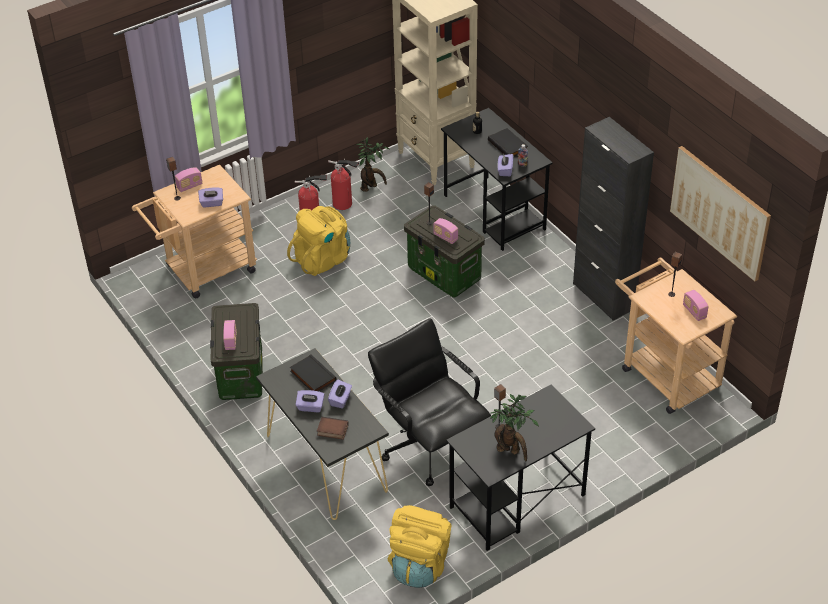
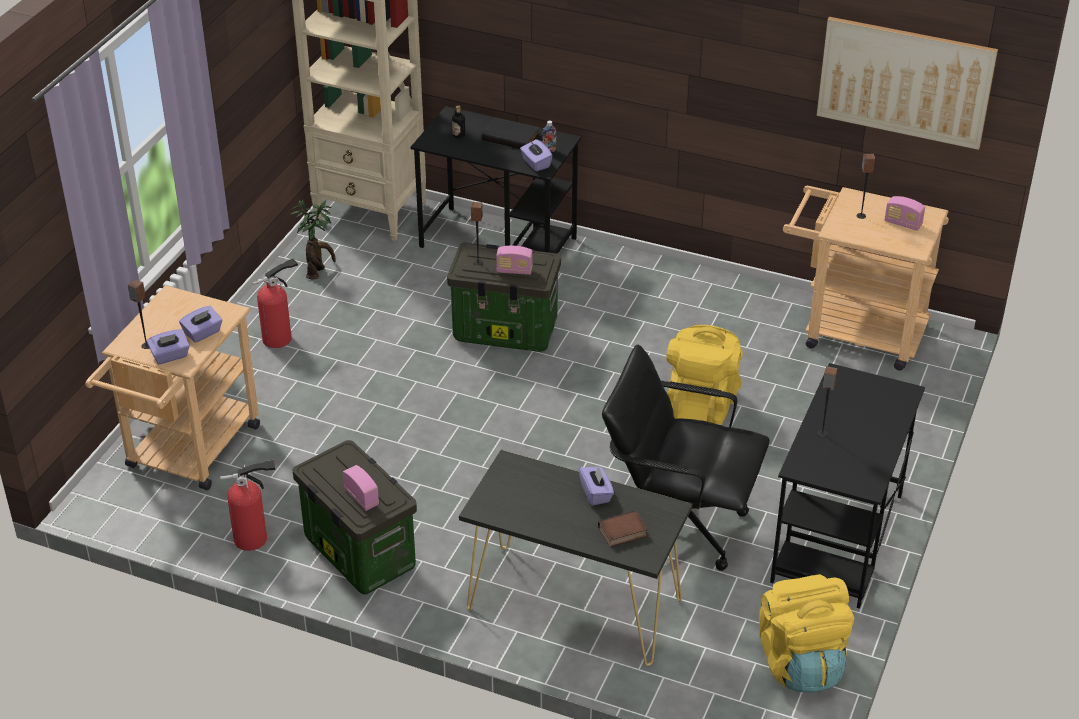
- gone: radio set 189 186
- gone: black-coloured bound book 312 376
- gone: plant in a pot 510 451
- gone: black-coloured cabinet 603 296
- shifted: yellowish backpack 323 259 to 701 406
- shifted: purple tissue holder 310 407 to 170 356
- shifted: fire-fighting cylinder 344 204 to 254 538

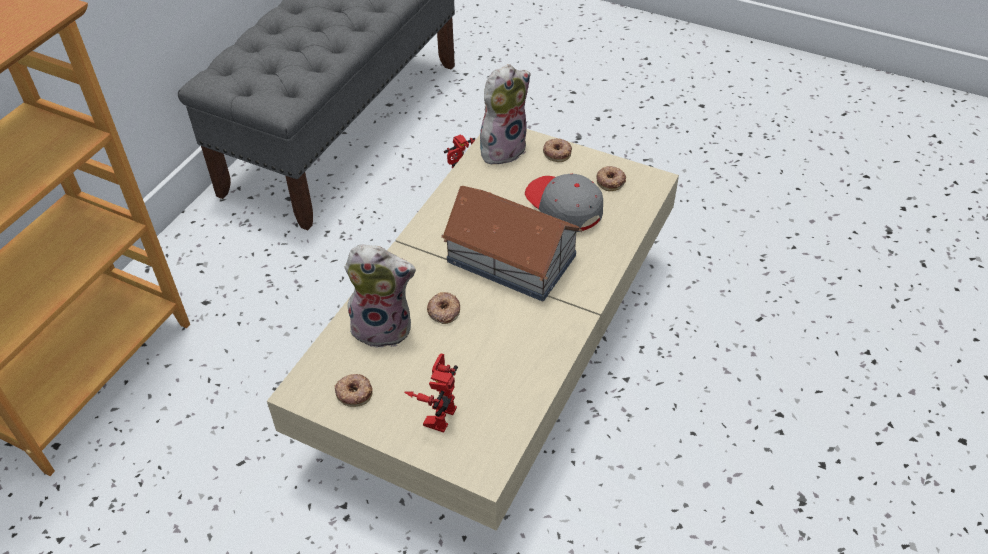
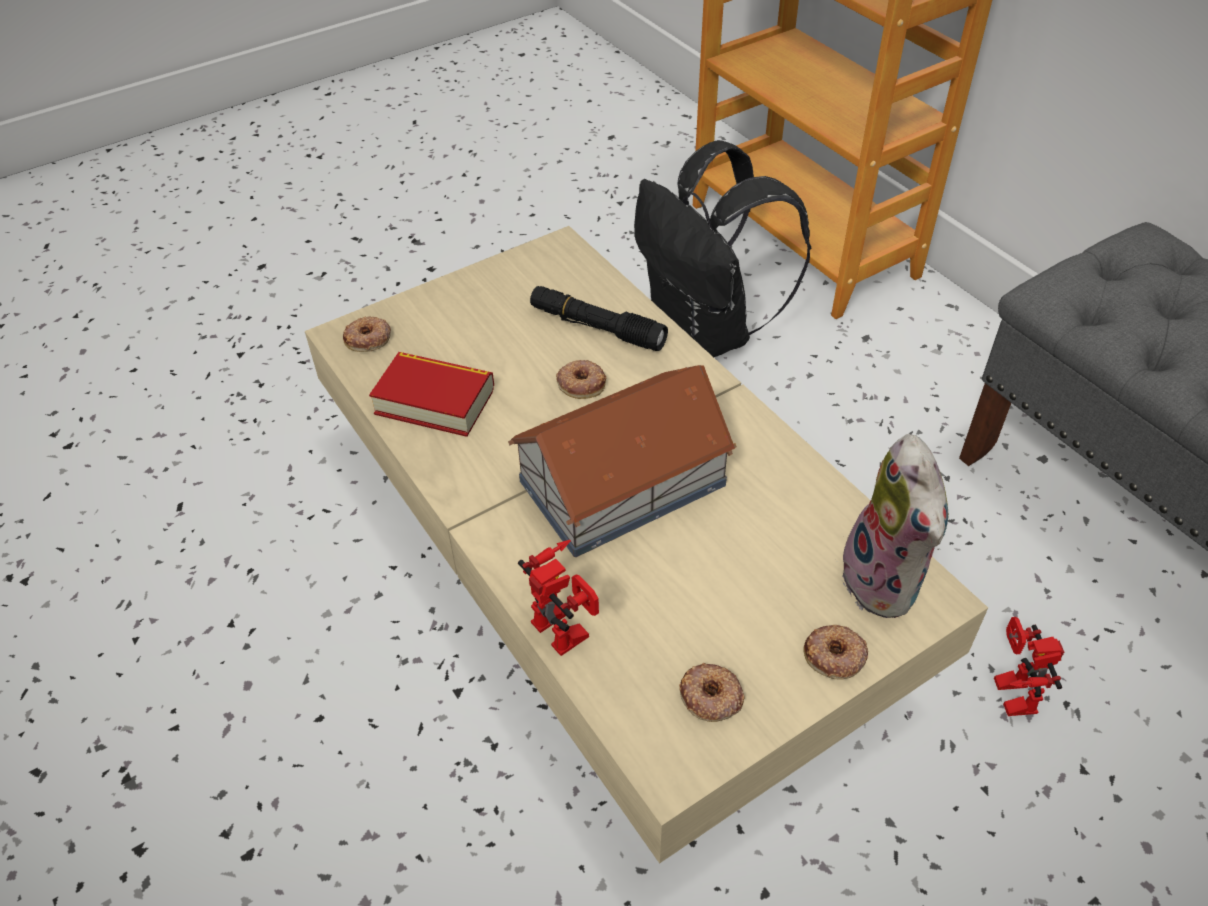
- gone: gray cap 563 206
- new: bound book 435 401
- new: black-coloured backpack 706 334
- shifted: ring doughnut 354 392 to 368 339
- shifted: robot figure 436 412 to 568 628
- swapped: cuddly toy 384 327 to black-coloured torch 597 327

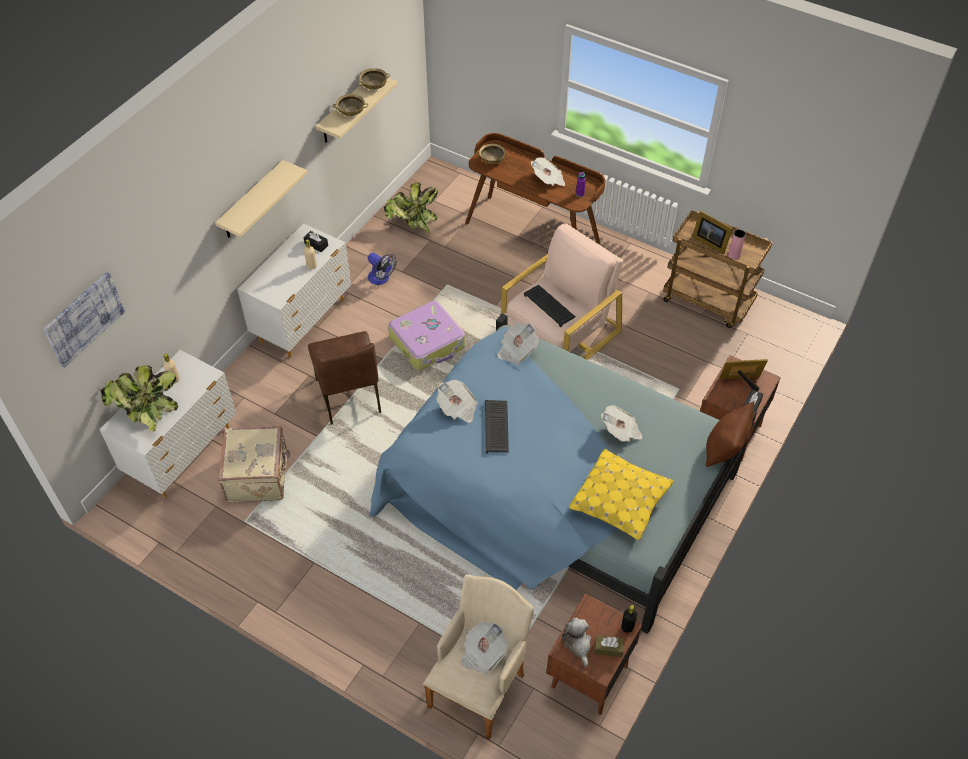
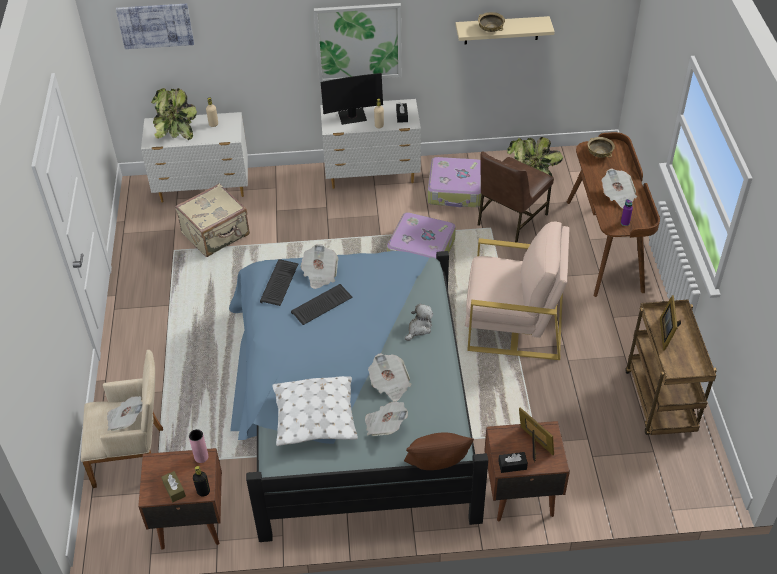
- gone: sand-coloured deep dish 374 86
- new: monitor 352 117
- shifted: brown-coloured upright chair 349 396 to 510 219
- shifted: daily paper 516 350 to 385 425
- shifted: keyboard 550 306 to 280 284
- shifted: cuddly toy 578 644 to 419 328
- shifted: pink-coloured decorative vase 733 256 to 201 457
- swapped: sand-coloured bracket shelf 252 201 to picture 358 42
- swapped: fan 381 279 to travel case 456 190
- repainted: yellowish pillow 620 500 to white pillow 315 419

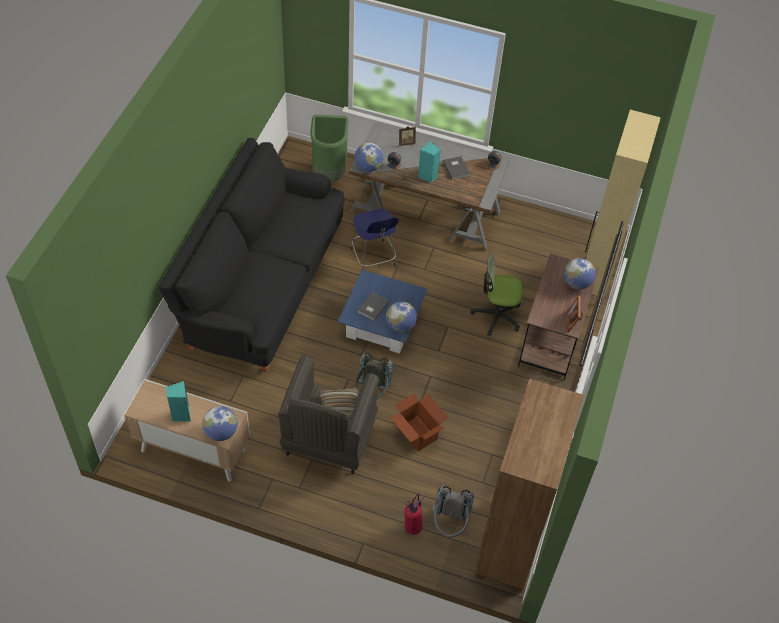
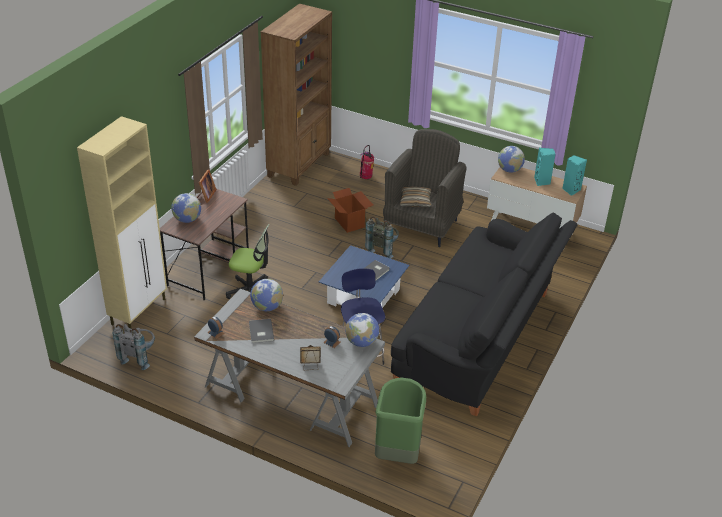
- shifted: desk globe 400 326 to 267 307
- shifted: blue-green loudspeaker 428 176 to 571 190
- shifted: gray backpack 449 525 to 139 357

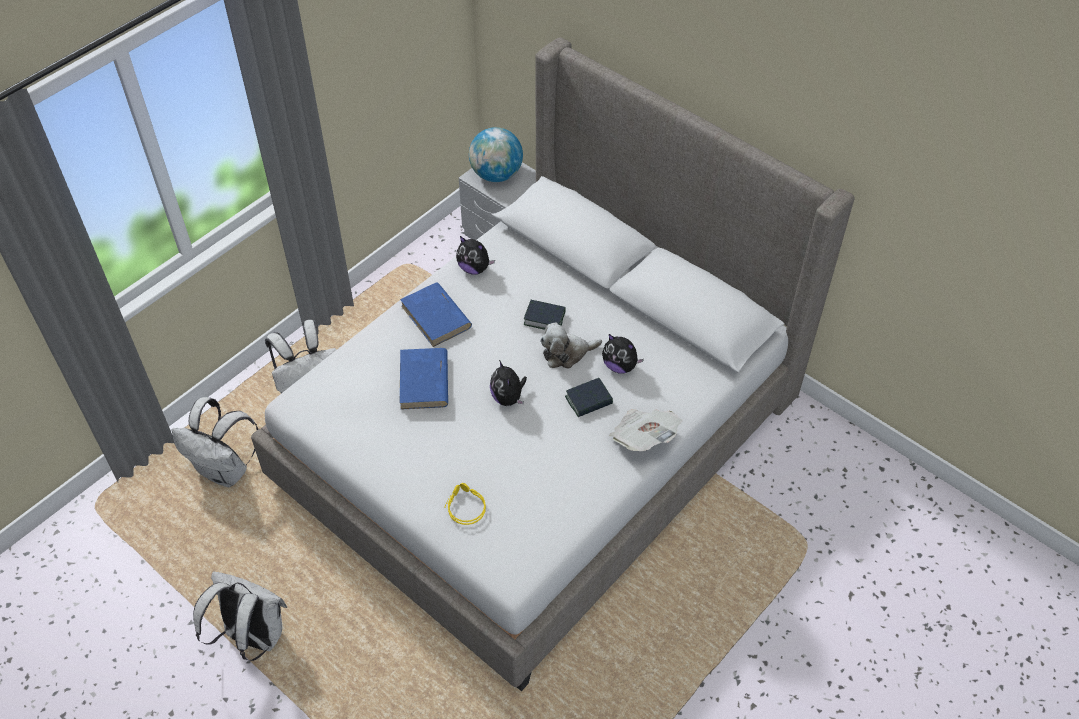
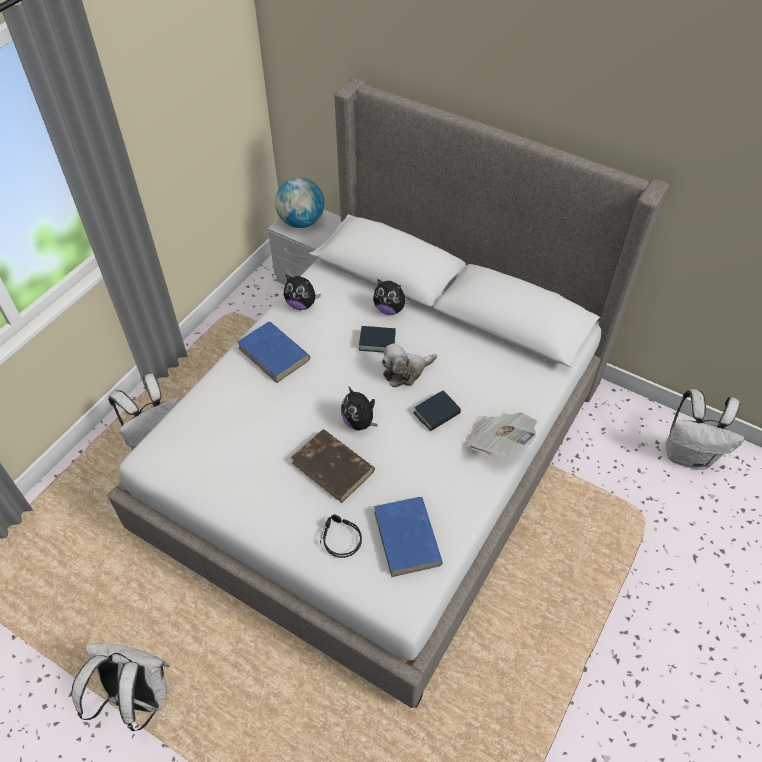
- new: brown-coloured bound book 333 467
- shifted: white backpack 225 470 to 688 455
- shifted: blue-coloured bound book 424 382 to 407 539
- shifted: cuddly toy 620 366 to 389 309
- repainted: yellowish headset 464 506 to black-coloured headset 339 538

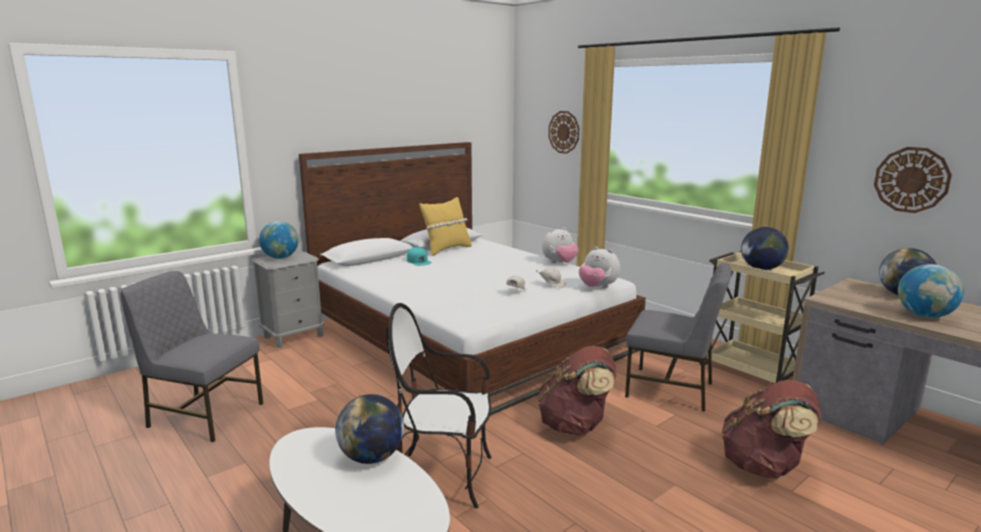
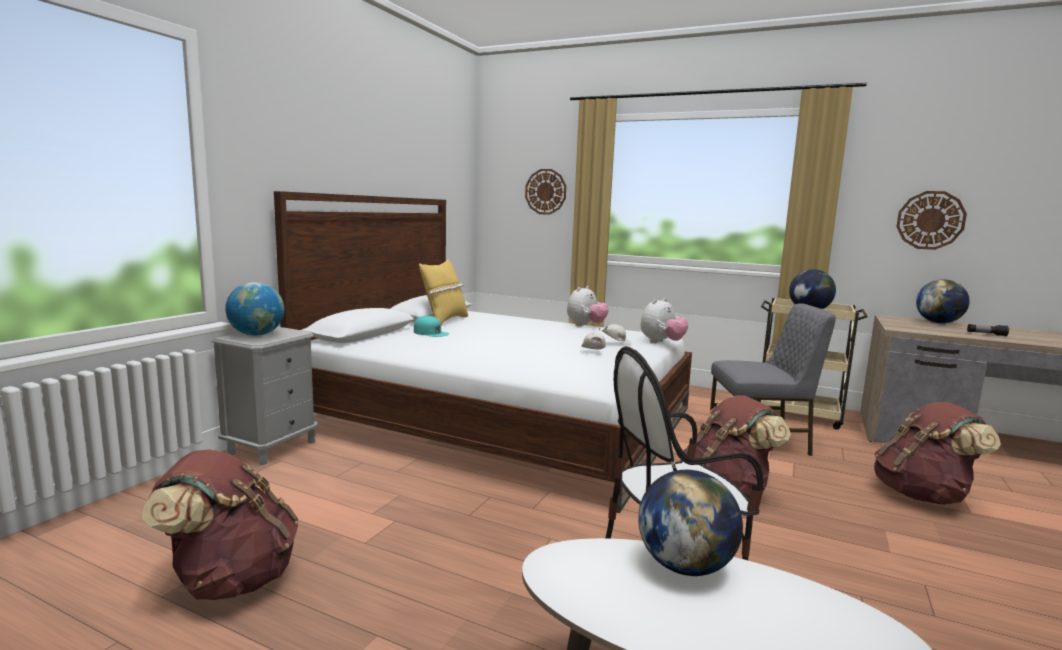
- swapped: gray upright chair 204 415 to brown-coloured backpack 231 580
- swapped: desk globe 924 316 to torch 986 334
- rotated: cuddly toy 597 287 = 661 342 60 degrees counterclockwise

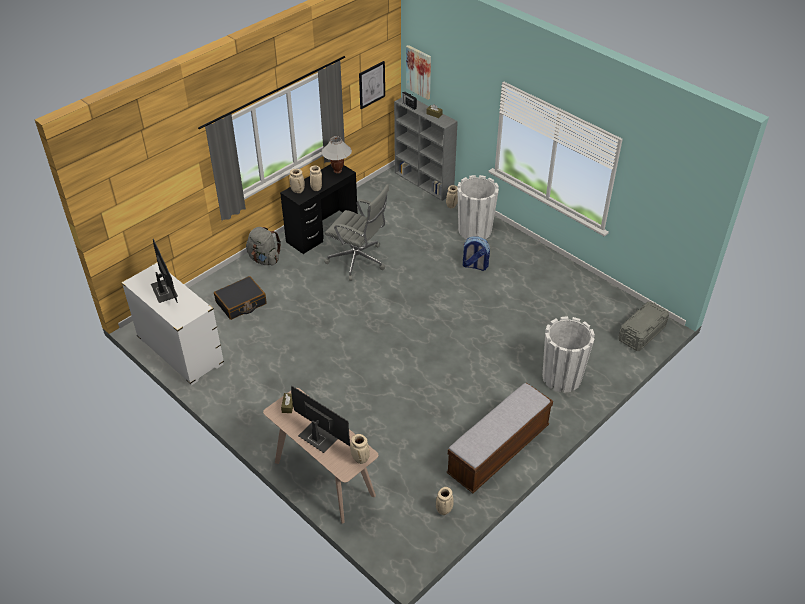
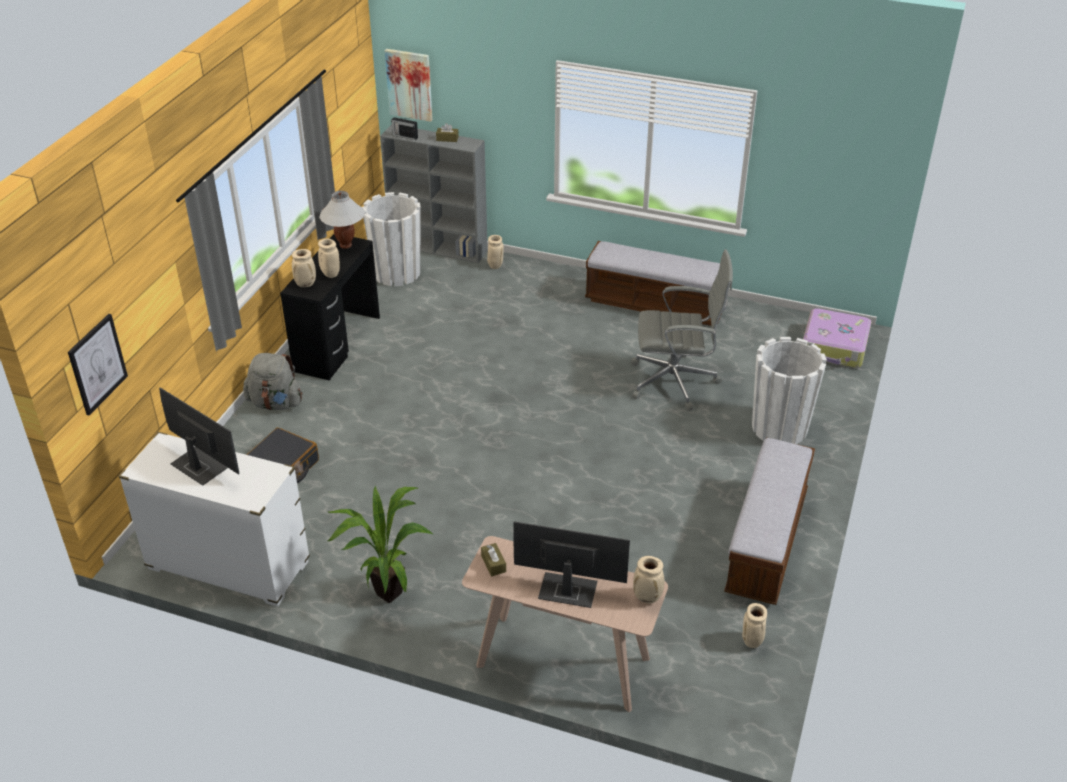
- gone: backpack 474 266
- new: plant in a pot 385 591
- new: bench 655 304
- shifted: gray desk chair 358 261 to 676 382
- shifted: picture 371 84 to 97 364
- shifted: white plant pot 475 230 to 396 273
- swapped: gray storage container 641 333 to travel case 834 347

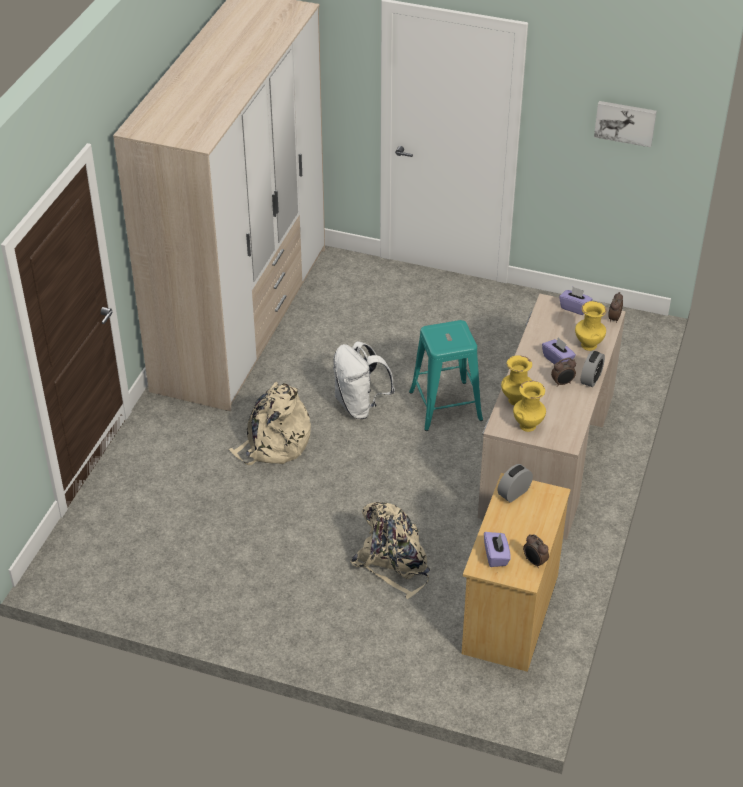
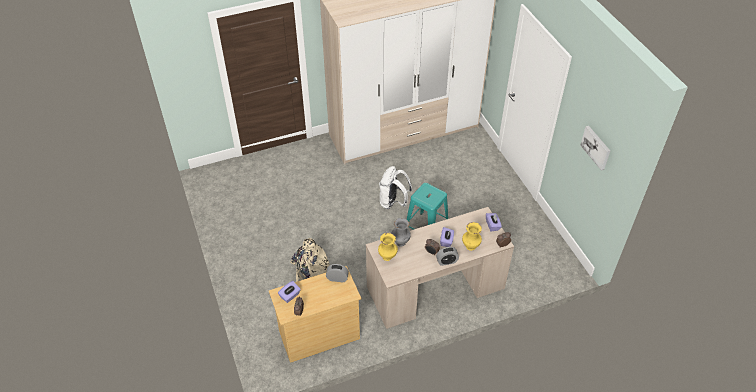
- gone: sand-coloured backpack 274 444
- repainted: yellowish decorative vase 515 400 to gray decorative vase 400 242

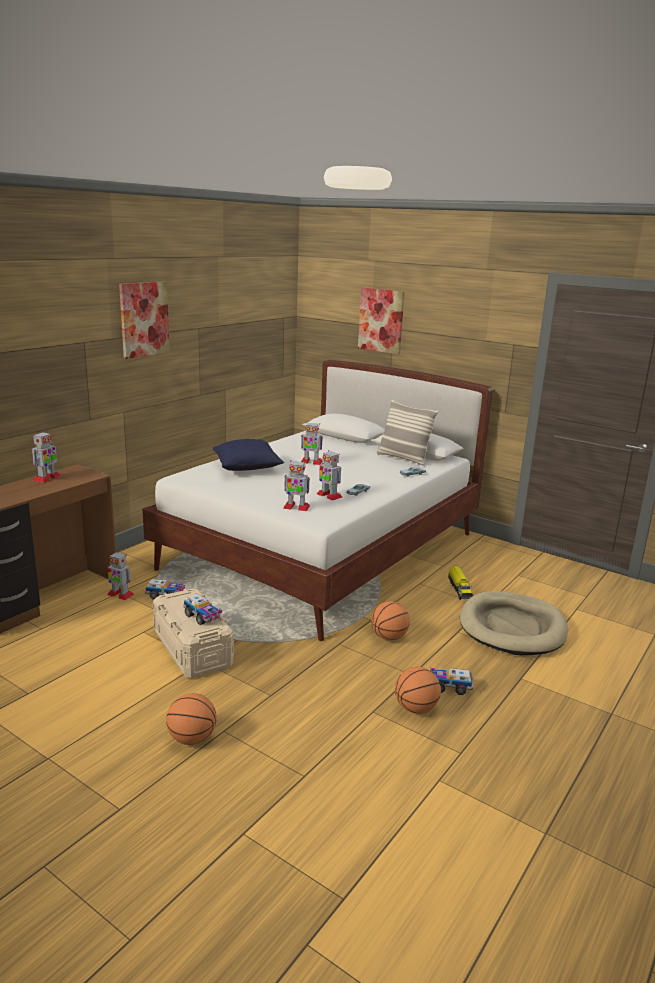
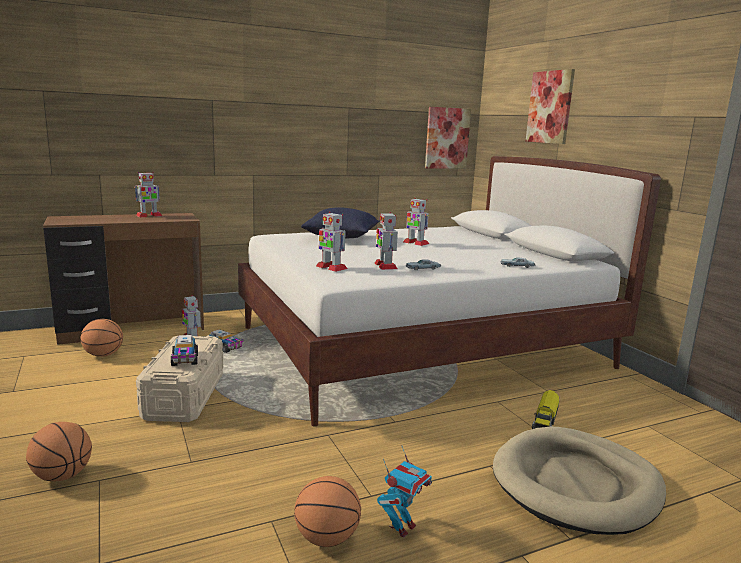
- gone: pillow 403 458
- shifted: picture 144 319 to 447 138
- shifted: basketball 389 637 to 103 355
- swapped: toy truck 448 686 to robot figure 402 527

